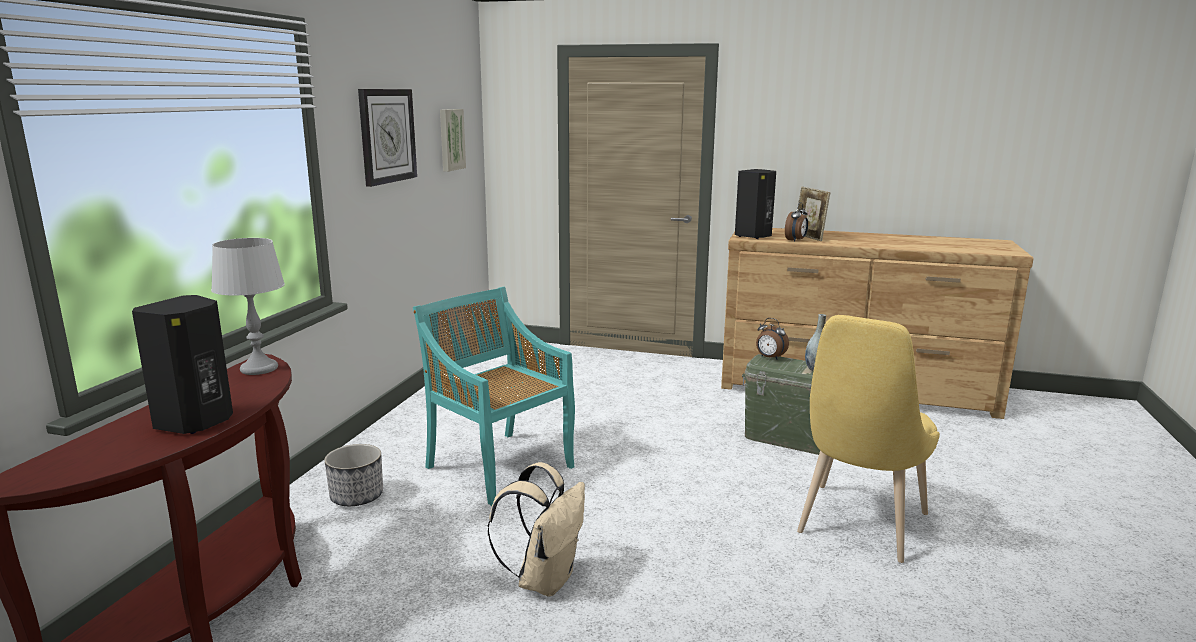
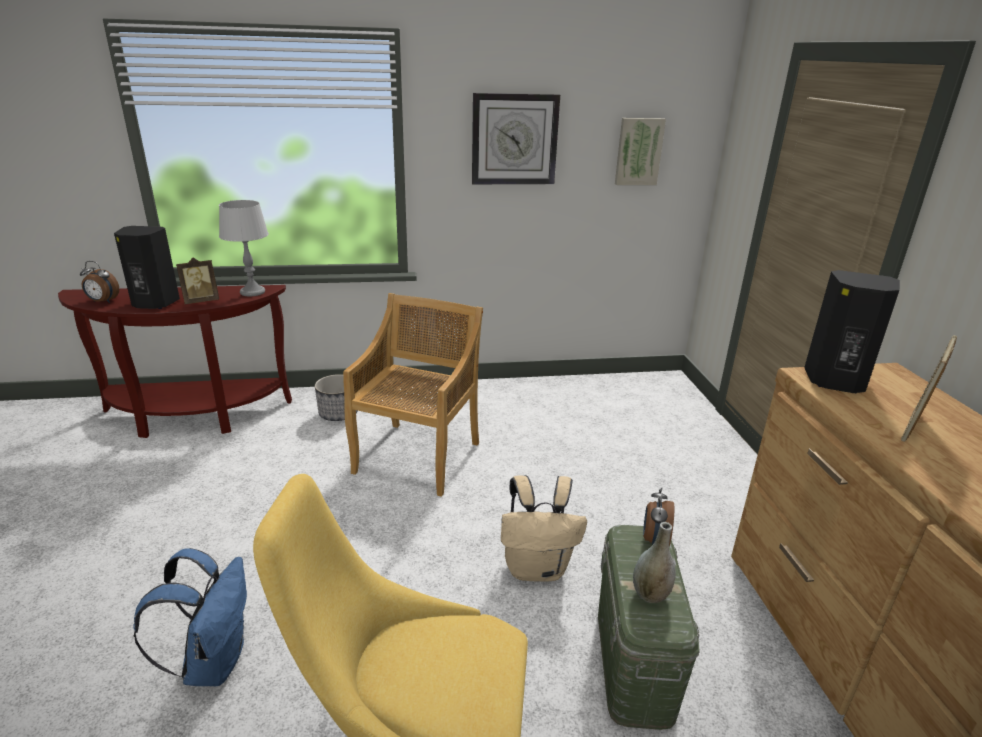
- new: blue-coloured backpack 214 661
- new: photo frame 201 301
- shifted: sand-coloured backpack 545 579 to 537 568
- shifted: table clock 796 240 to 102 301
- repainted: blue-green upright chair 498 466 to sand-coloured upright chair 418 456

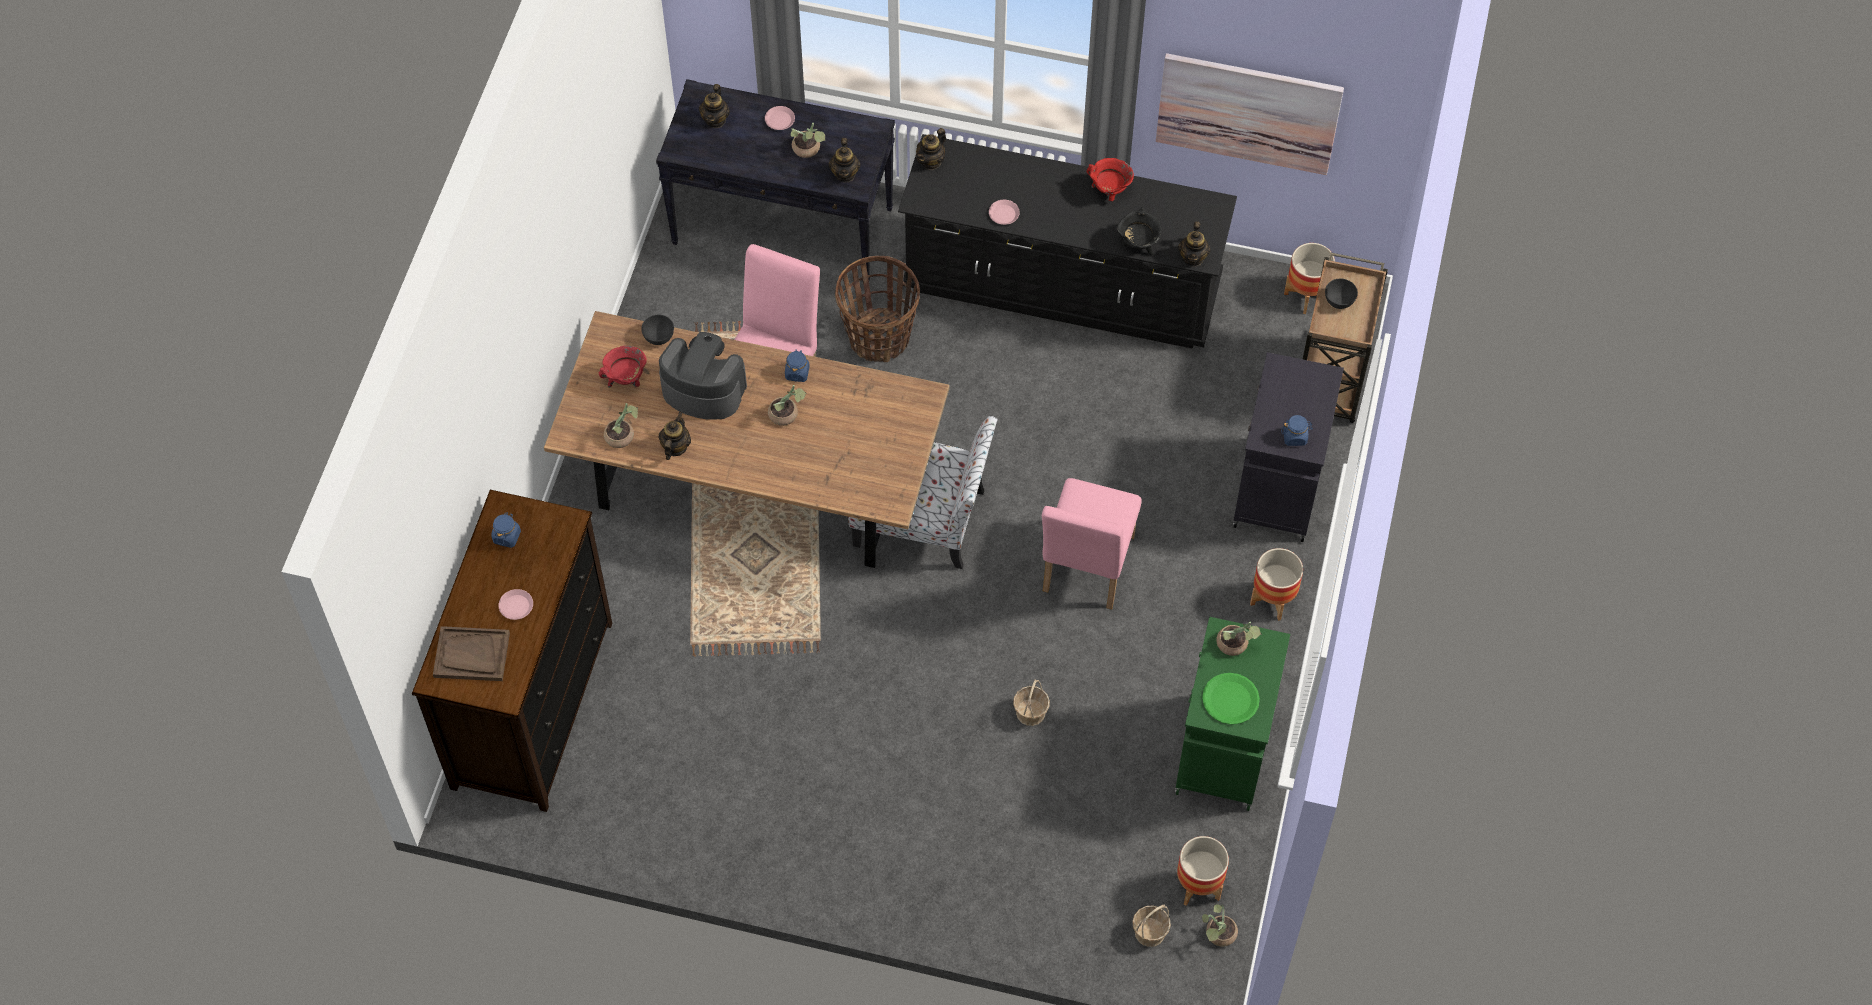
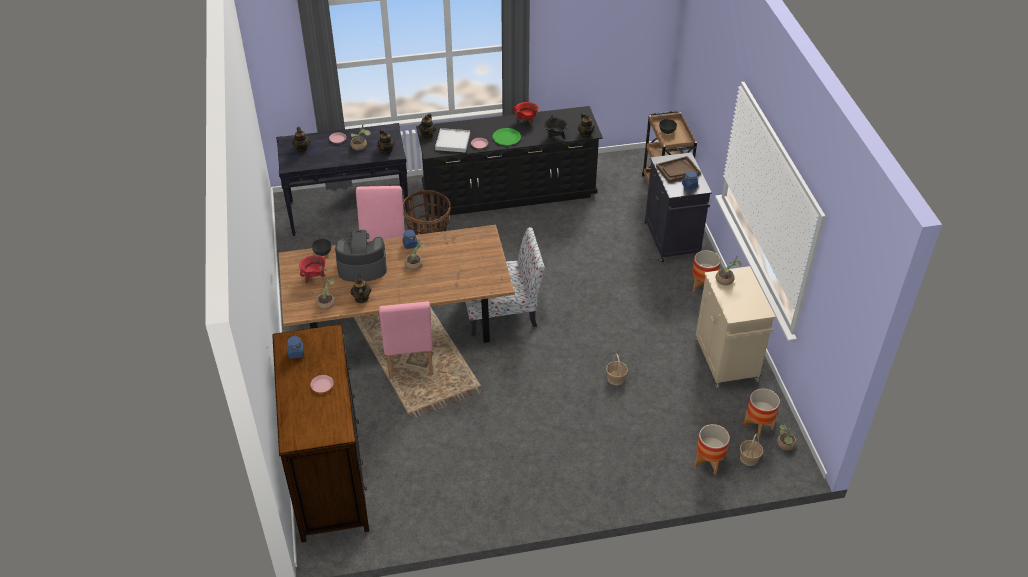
- gone: picture 1248 112
- new: white carrying tray 453 142
- shifted: brown-coloured carrying tray 471 655 to 677 170
- shifted: pink-coloured upright chair 1085 570 to 409 362
- shifted: green-coloured plate 1230 699 to 506 137
- shifted: plant pot 1305 296 to 708 463
- repainted: green-coloured cabinet 1222 753 to sand-coloured cabinet 726 361

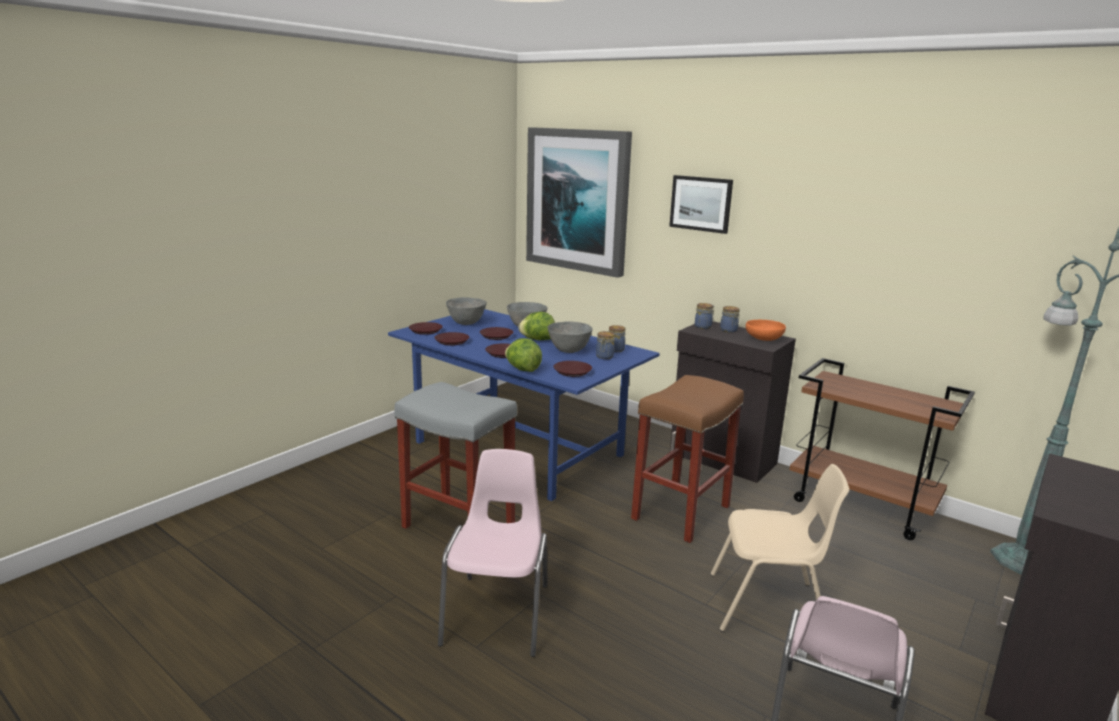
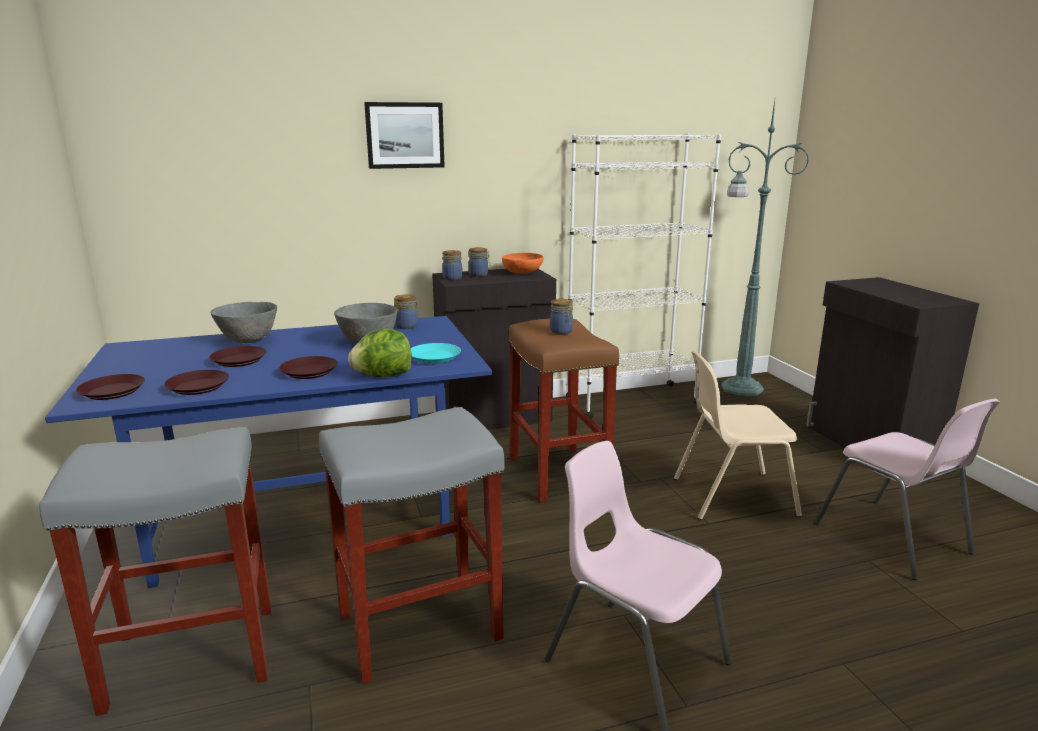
- gone: gray deep dish 466 323
- gone: lettuce 537 339
- gone: picture 578 200
- new: gray sitting stool 189 658
- shifted: jar 604 357 to 562 331
- swapped: brown-coloured trolley 862 505 to white shelving unit 630 401
- repainted: brown-coloured plate 572 372 to blue-green plate 435 357
- rotated: sand-coloured upright chair 768 606 = 731 496 135 degrees counterclockwise

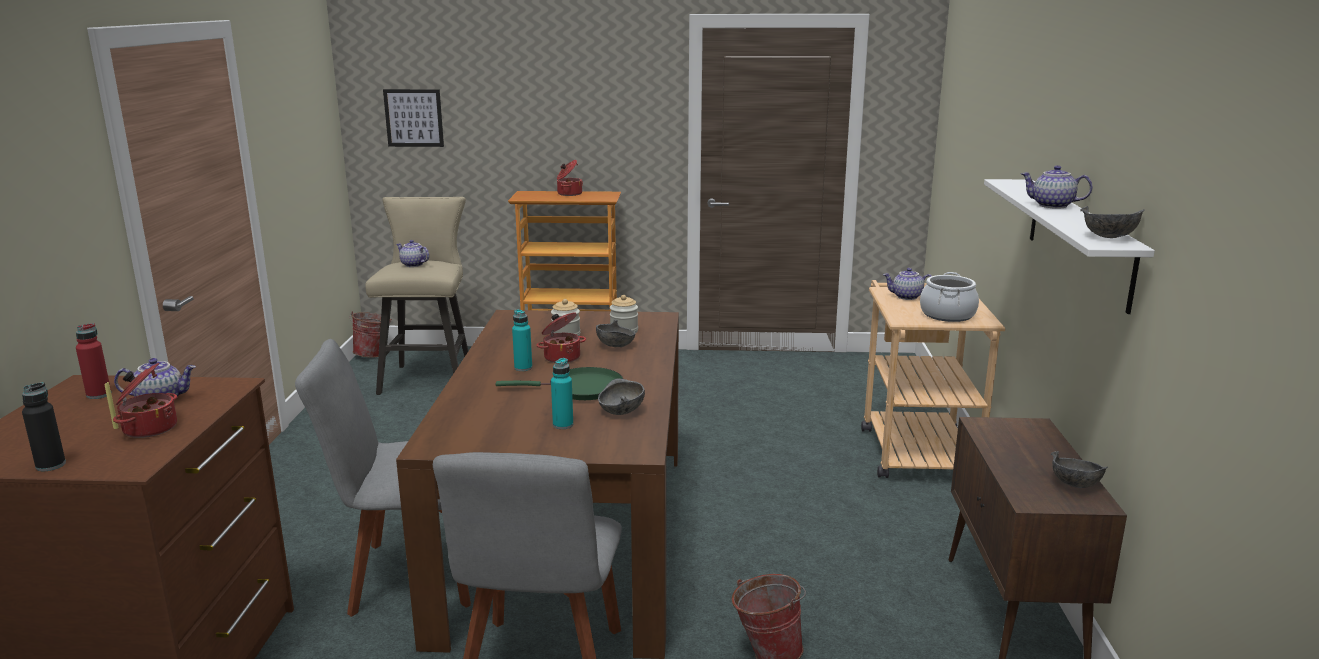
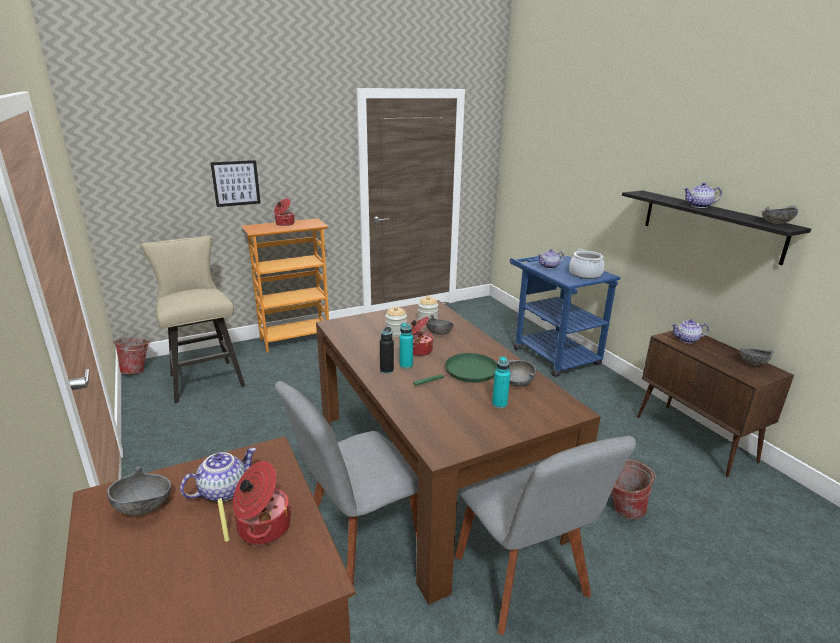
- shifted: black-coloured drink bottle 51 465 to 386 370
- shifted: picture 414 118 to 236 183
- shifted: tea pot 413 265 to 686 340
- swapped: red drink bottle 99 395 to gray deep dish 145 506
- repainted: sand-coloured trolley 915 447 to blue-coloured trolley 550 353
- repainted: white bracket shelf 1079 240 to black-coloured bracket shelf 710 225

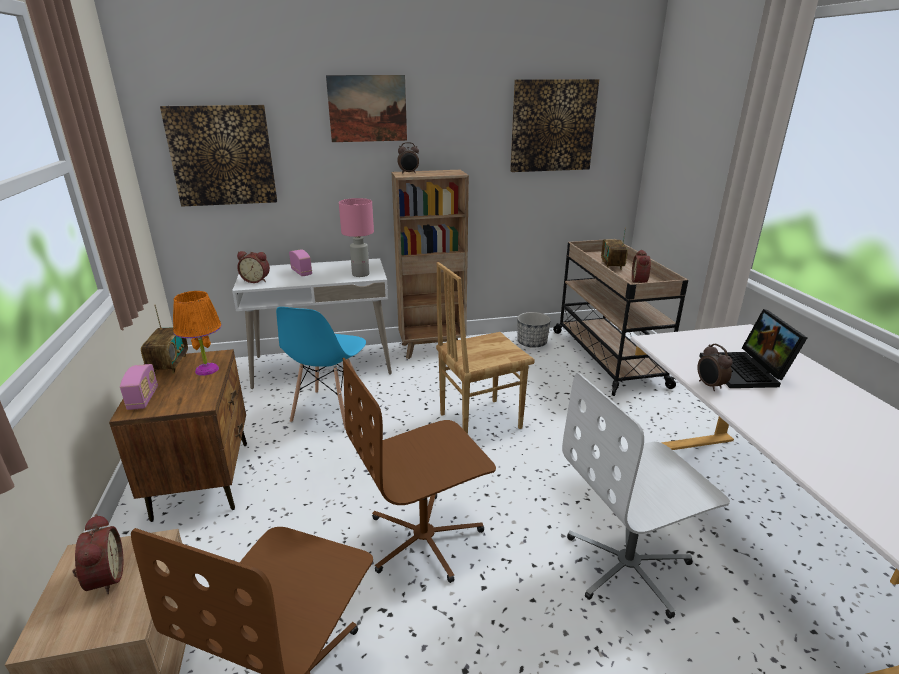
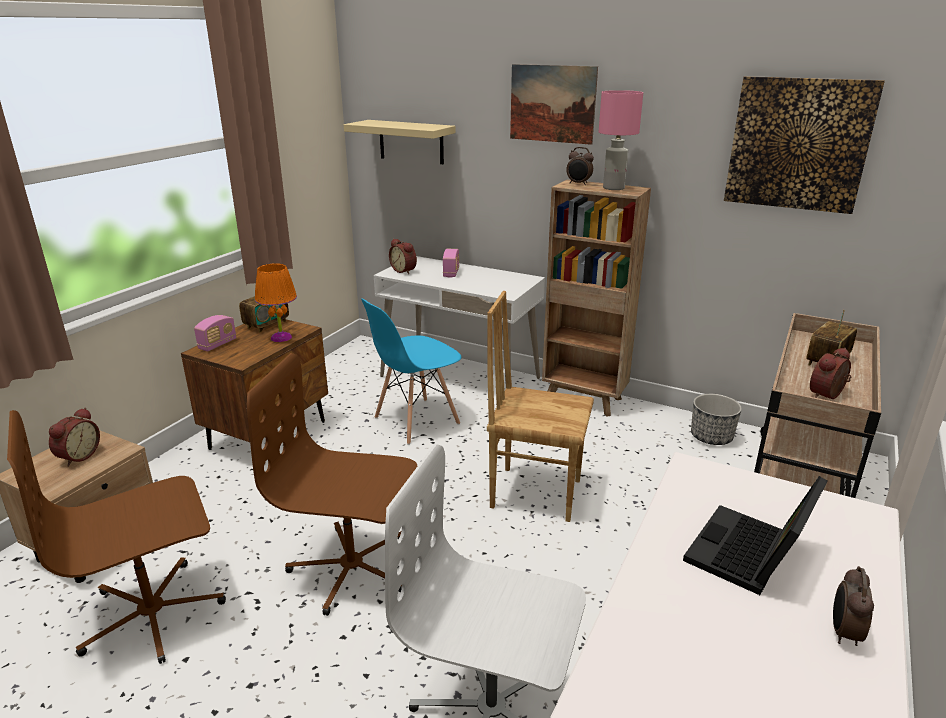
- shifted: pink-coloured tabletop lamp 361 274 to 614 188
- shifted: table clock 709 386 to 843 633
- swapped: picture 222 156 to sand-coloured bracket shelf 411 142

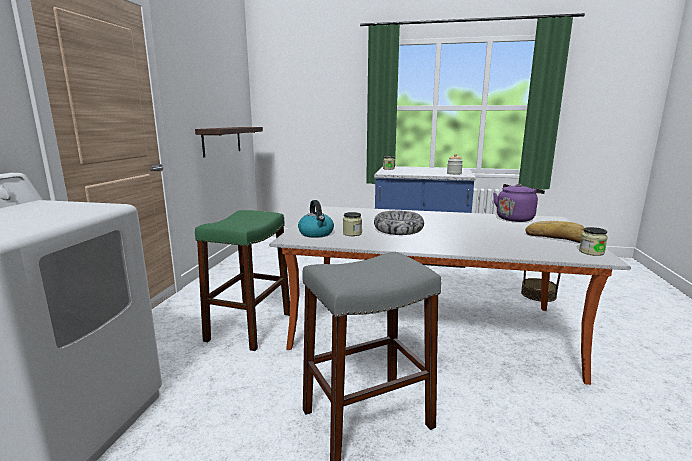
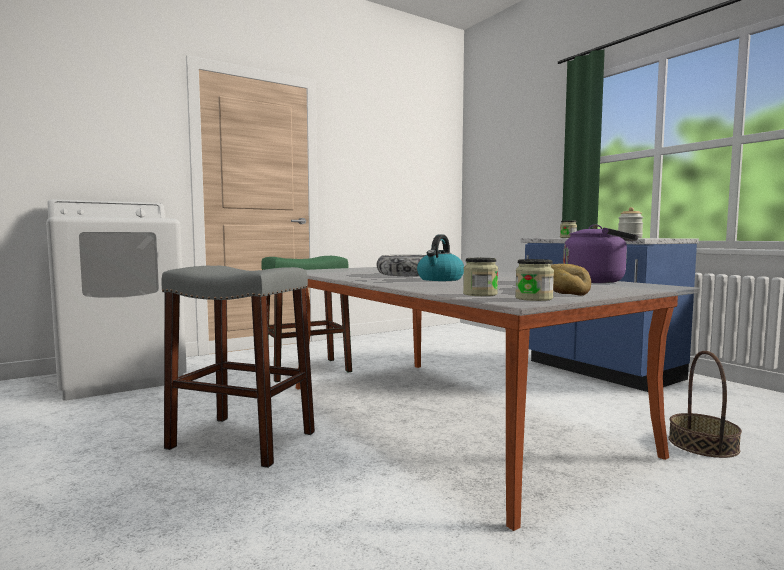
- gone: bracket shelf 222 141
- shifted: water kettle 316 233 to 440 279
- shifted: jar 352 233 to 480 294

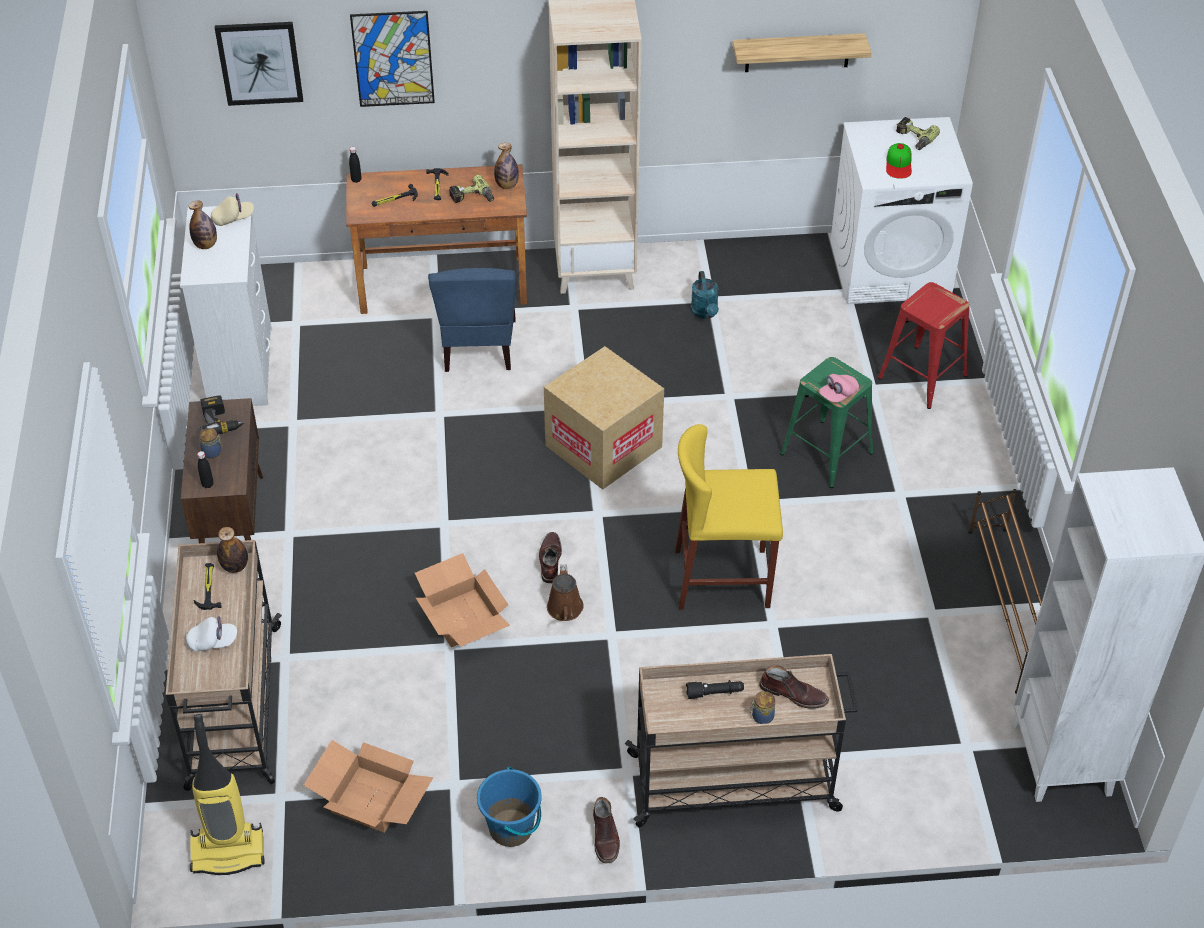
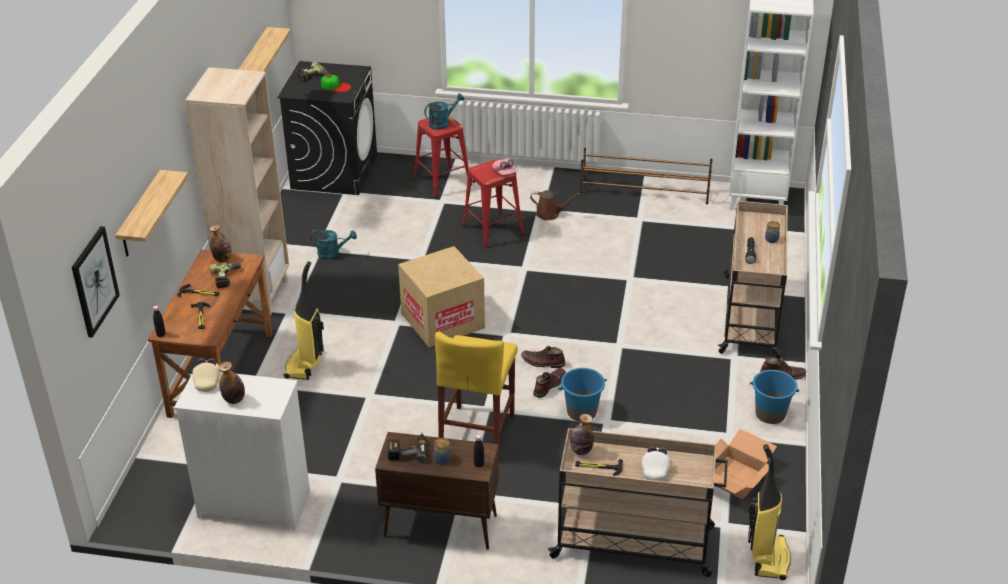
- new: blue-green watering can 442 123
- shifted: brown-coloured watering can 565 610 to 550 214
- shifted: yellowish sitting stool 722 578 to 477 433
- shifted: brown-coloured boot 794 694 to 548 385
- swapped: picture 393 59 to bracket shelf 141 215
- swapped: carton 461 617 to blue-coloured pail 581 412
- swapped: blue-coloured upright chair 478 346 to vacuum cleaner 305 365
- repainted: green-coloured sitting stool 827 453 to red sitting stool 492 229
- repainted: white washing machine 890 268 to black-coloured washing machine 334 172

